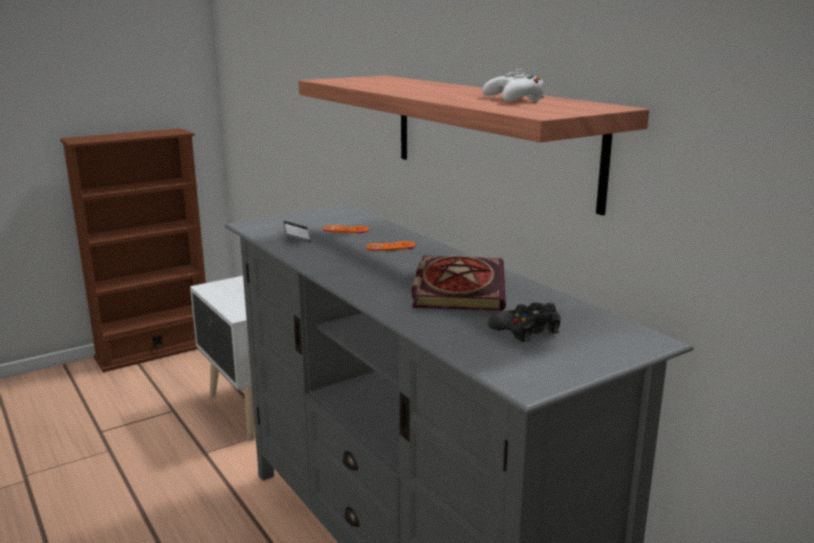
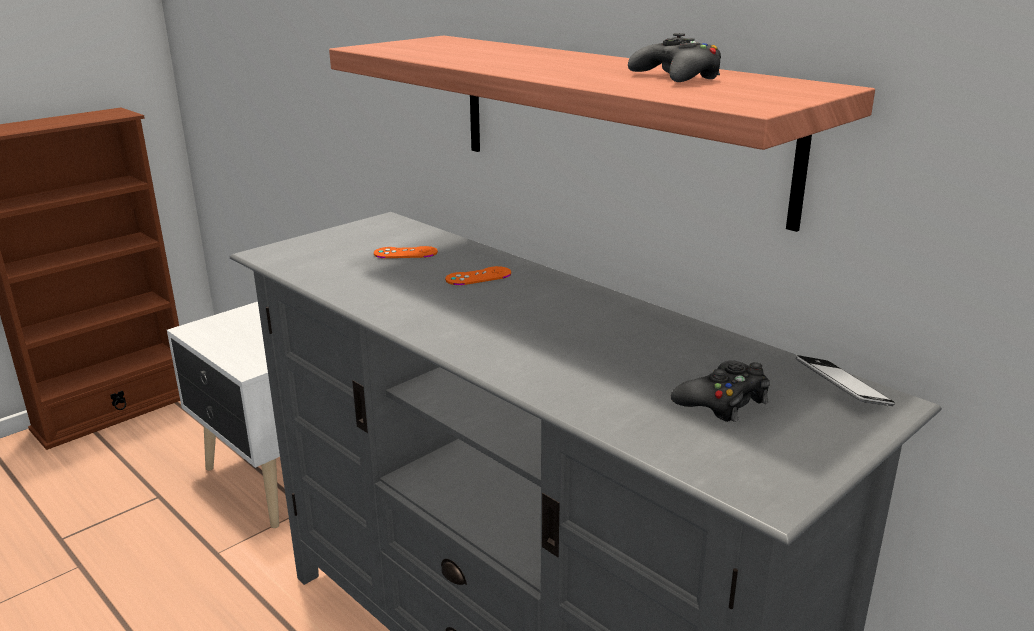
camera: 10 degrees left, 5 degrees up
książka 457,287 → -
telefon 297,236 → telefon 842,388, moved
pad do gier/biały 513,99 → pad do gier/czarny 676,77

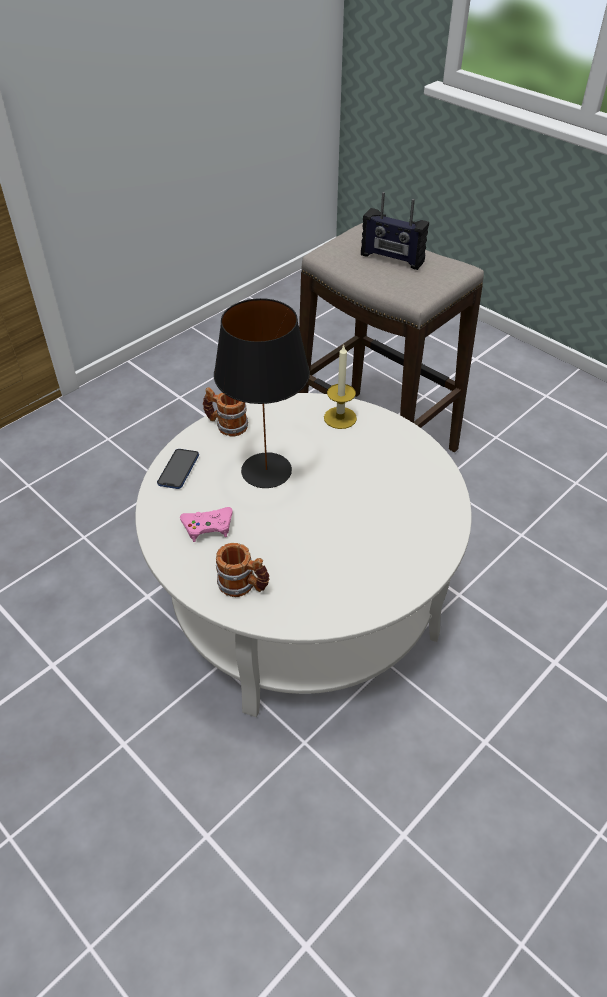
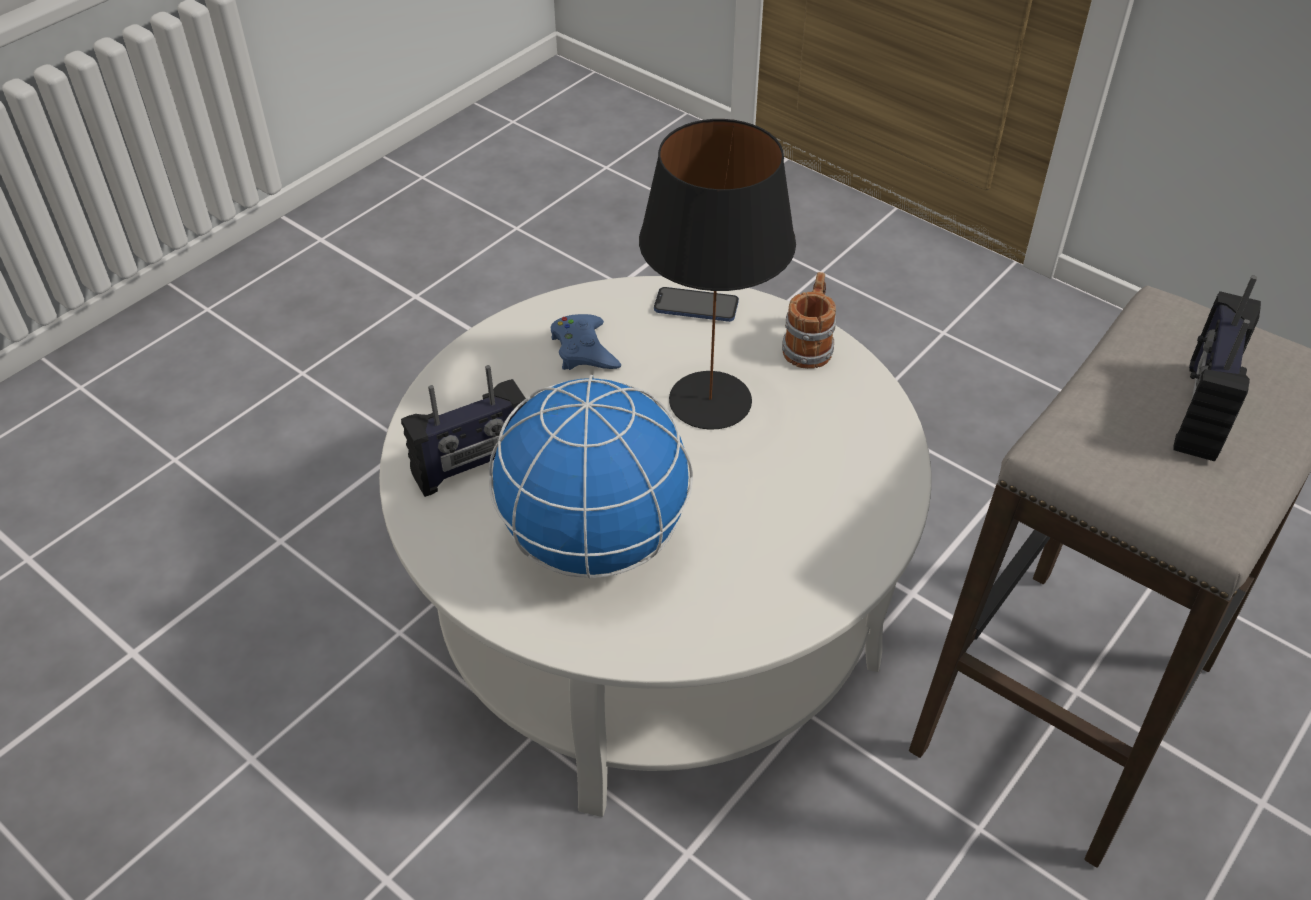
camera: 85 degrees right, 0 degrees up
kubek 243,585 → -
świeca 340,418 → -
- → radio 473,466
- → globus 593,541
pad do gier/różowy 208,526 → pad do gier/niebieski 584,350

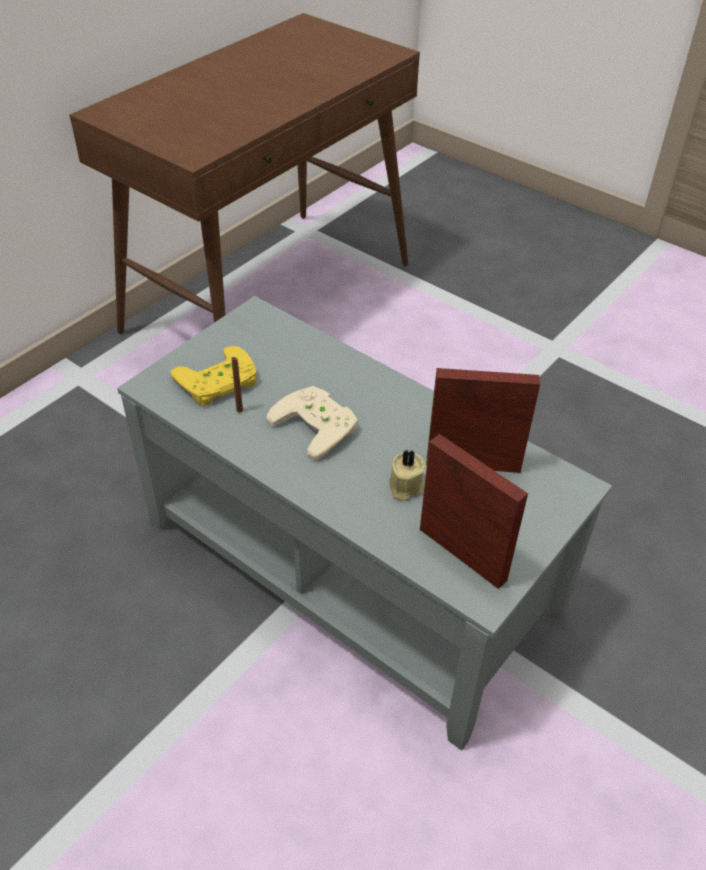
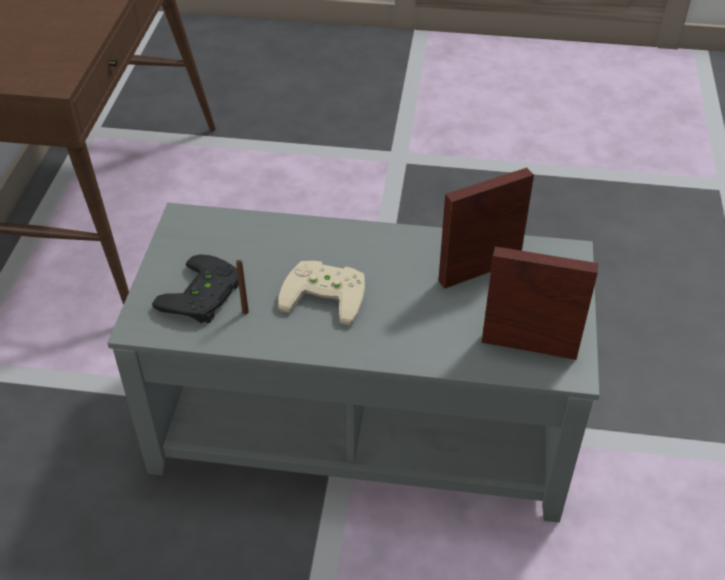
camera: 30 degrees left, 0 degrees up
świeca/beżowy 404,487 → -
pad do gier/żółty 218,383 → pad do gier/czarny 204,296

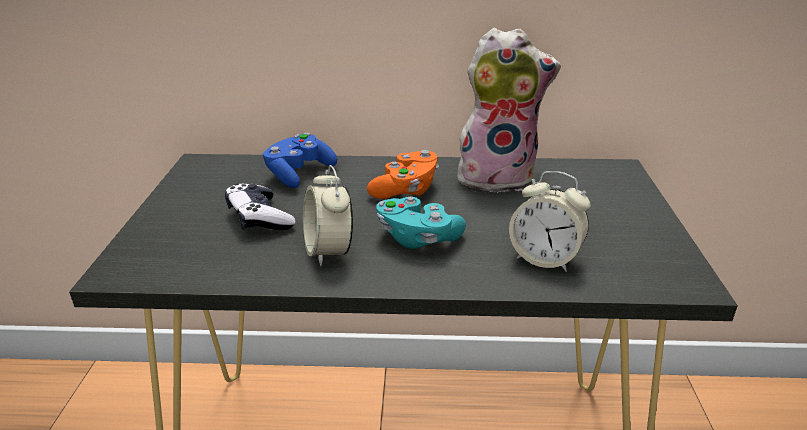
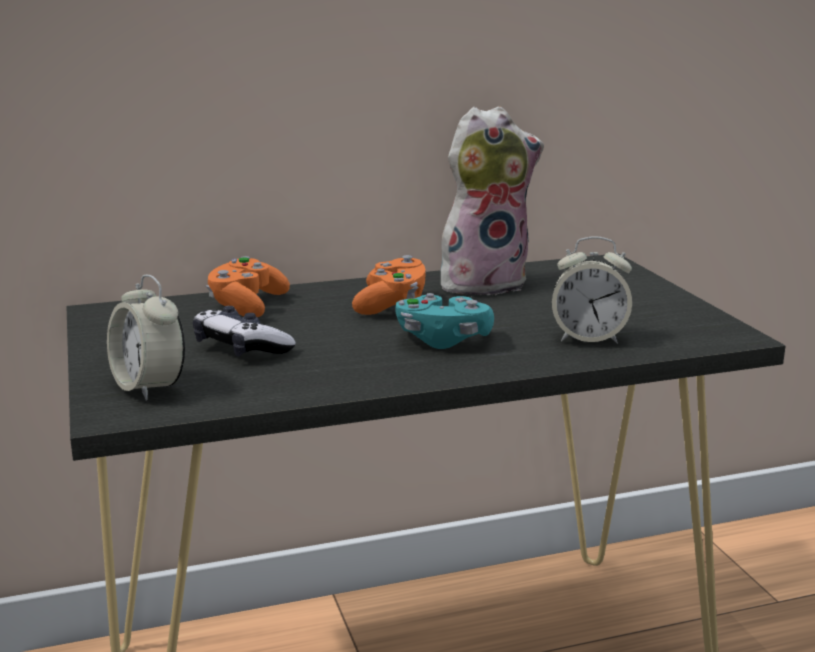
camera: 20 degrees left, 10 degrees down
budzik 329,251 → budzik 149,387, moved
pad do gier/niebieski 299,173 → pad do gier/pomarańczowy 246,306

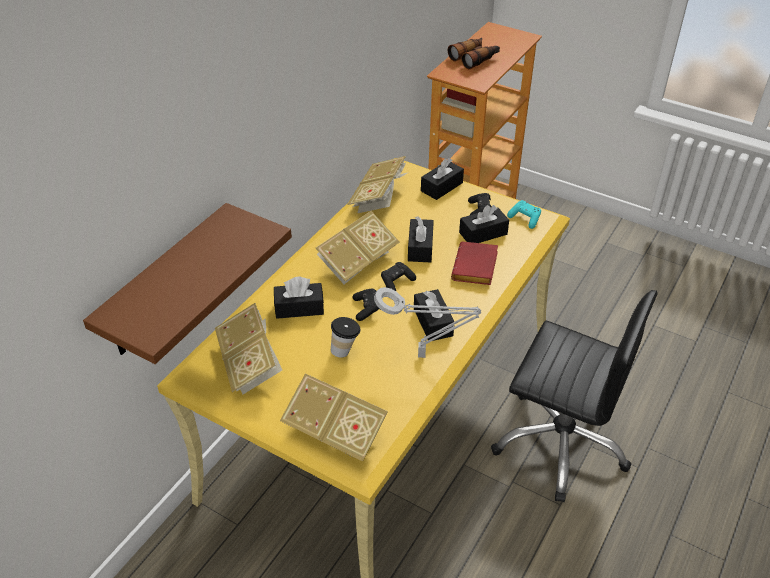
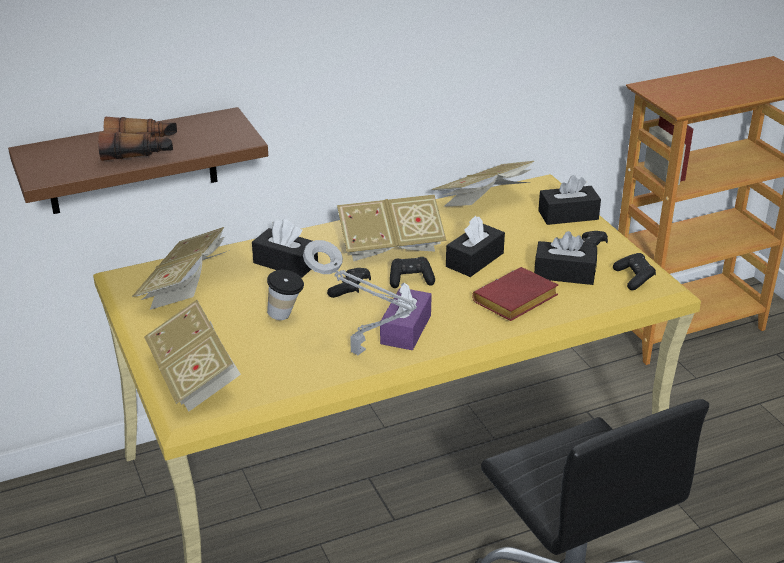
camera: 35 degrees right, 10 degrees down
lornetka 474,58 → lornetka 141,150, moved
pudełko chusteczek/czarny 433,322 → pudełko chusteczek/fioletowy 406,329
pad do gier/turkusowy 525,219 → pad do gier/czarny 634,278

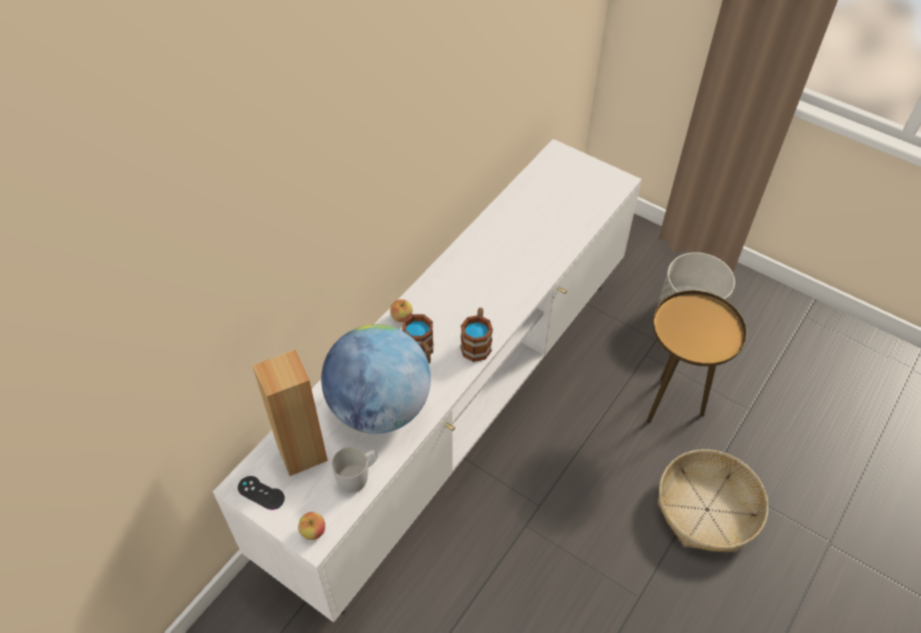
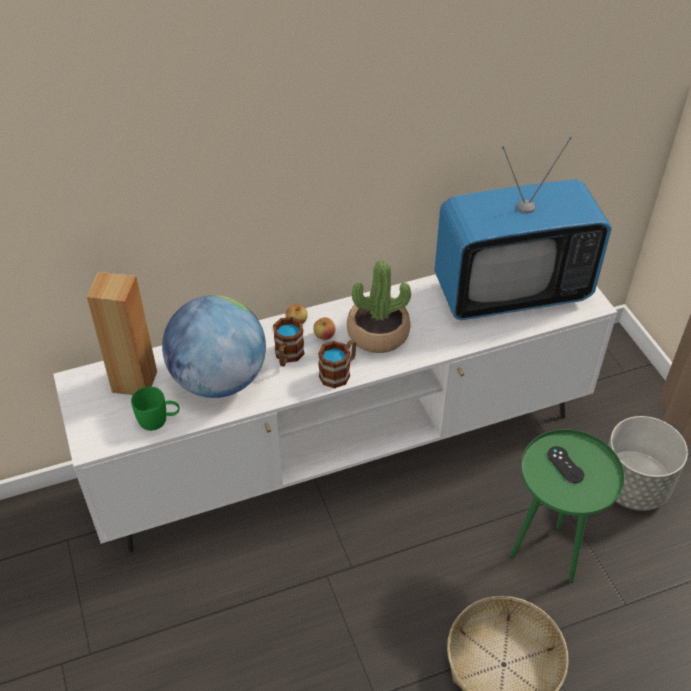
camera: 35 degrees right, 5 degrees down
- → roślina doniczkowa 378,333
- → telewizor 511,292
pad do gier/czarny 261,493 → pad do gier/czarny 565,465, moved
jabłko 313,531 → jabłko 324,336, moved
kubek/biały 358,476 → kubek/zielony 159,420
stolik/brązowy 671,404 → stolik/zielony 547,554

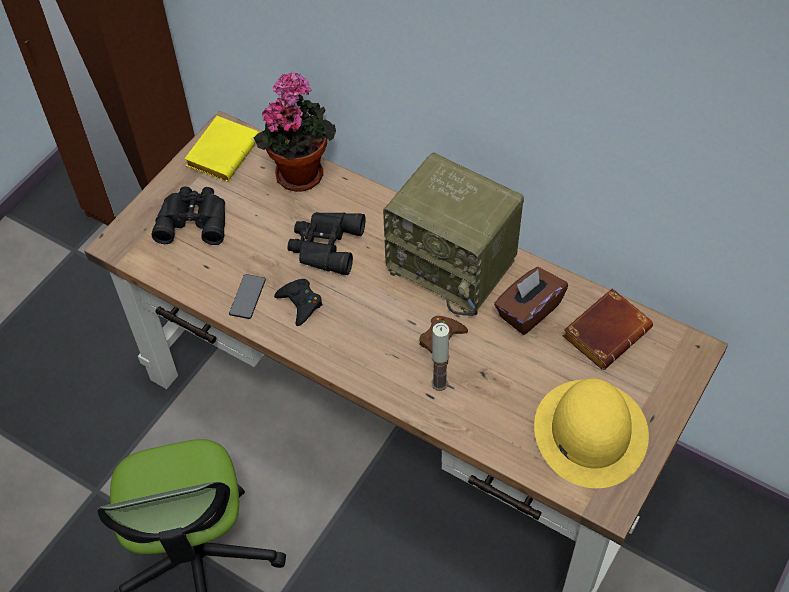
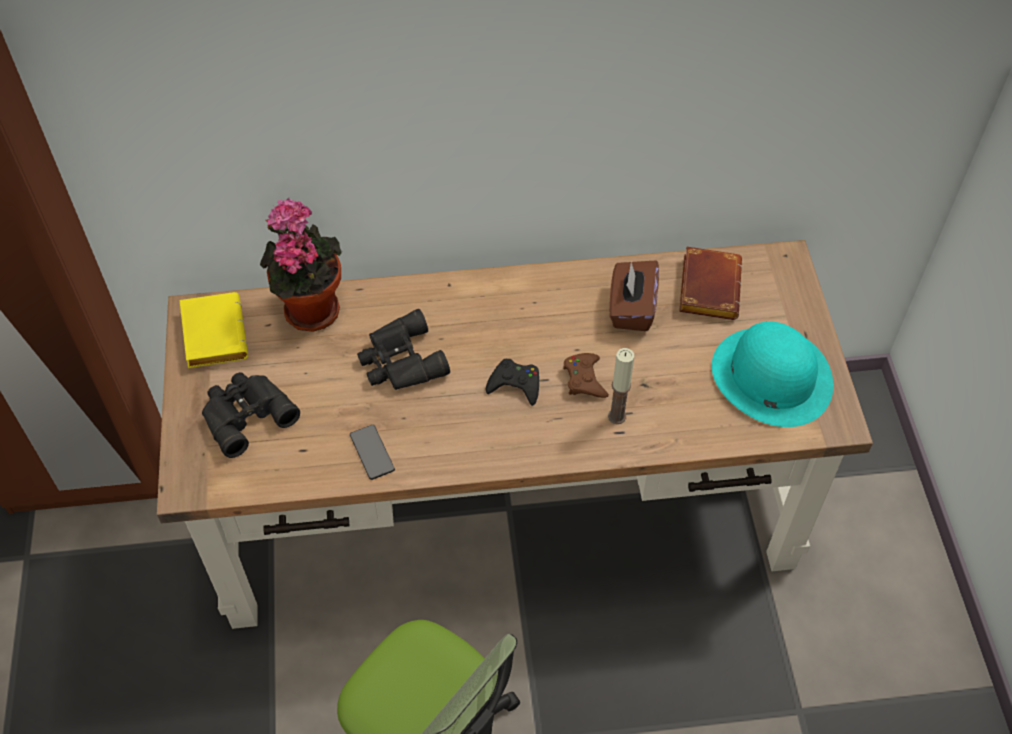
camera: 40 degrees left, 0 degrees up
radio 454,265 → -
pad do gier/czarny 300,303 → pad do gier/czarny 515,385, moved
kapelusz/żółty 590,431 → kapelusz/turkusowy 771,376

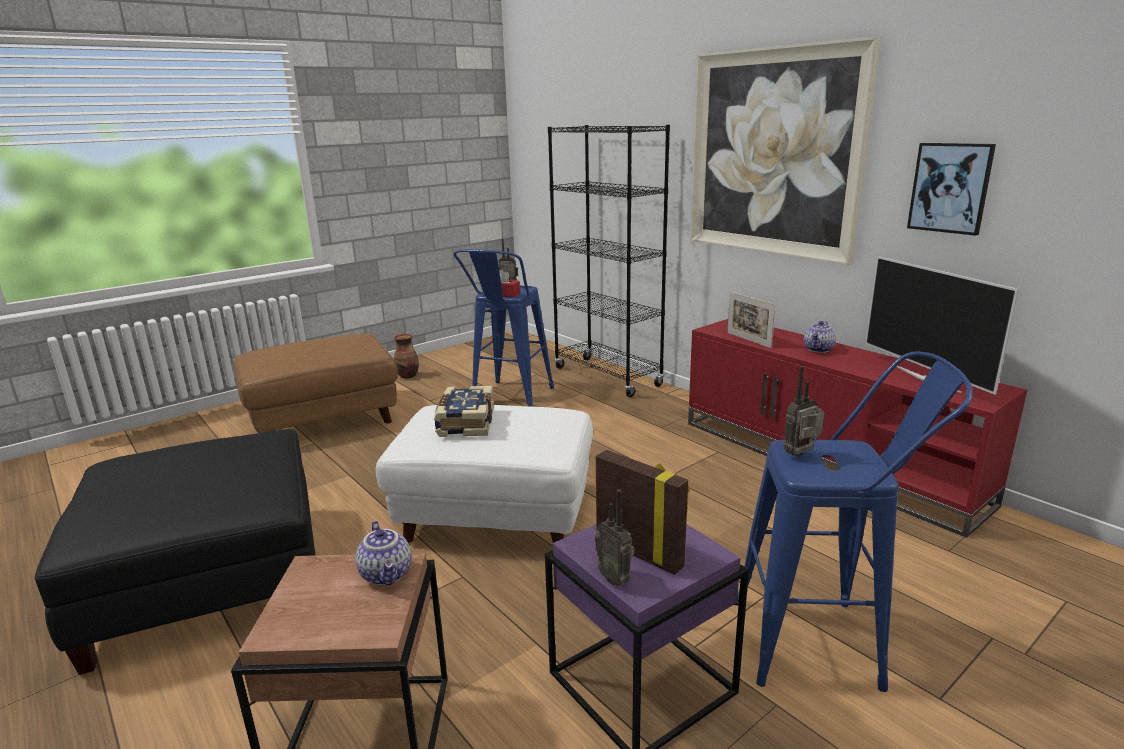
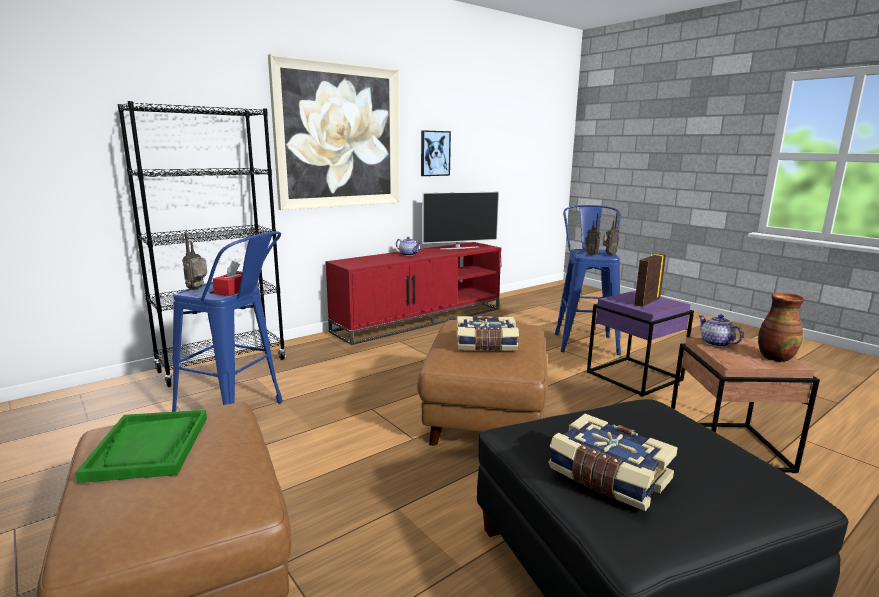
camera: 90 degrees left, 5 degrees down
ramka na zdjęcie 748,340 → -
- → taca/zielony 149,447
- → książka 608,477
wazon 408,376 → wazon 774,357, moved
radio 615,578 → radio 608,254, moved
pufa/biały 496,514 → pufa/brązowy 484,415
imbryk 387,574 → imbryk 715,343, 90 degrees counterclockwise

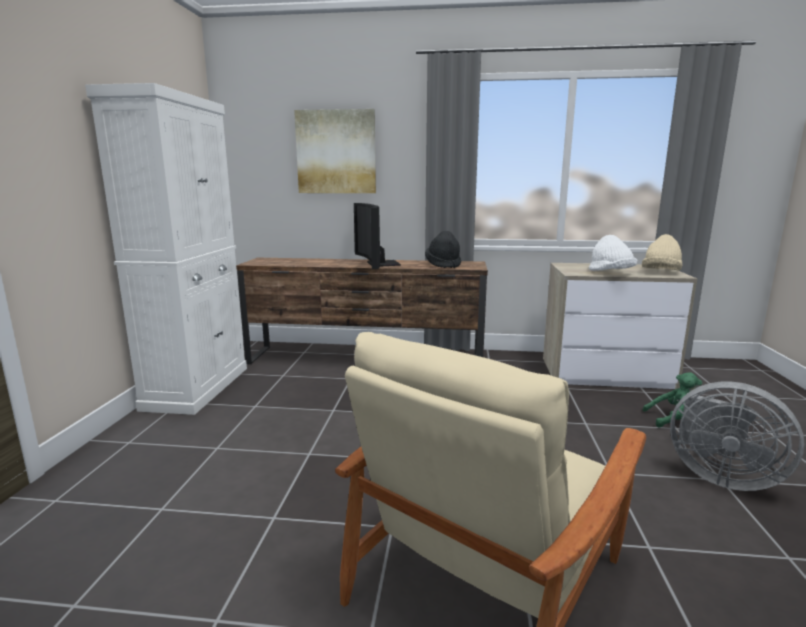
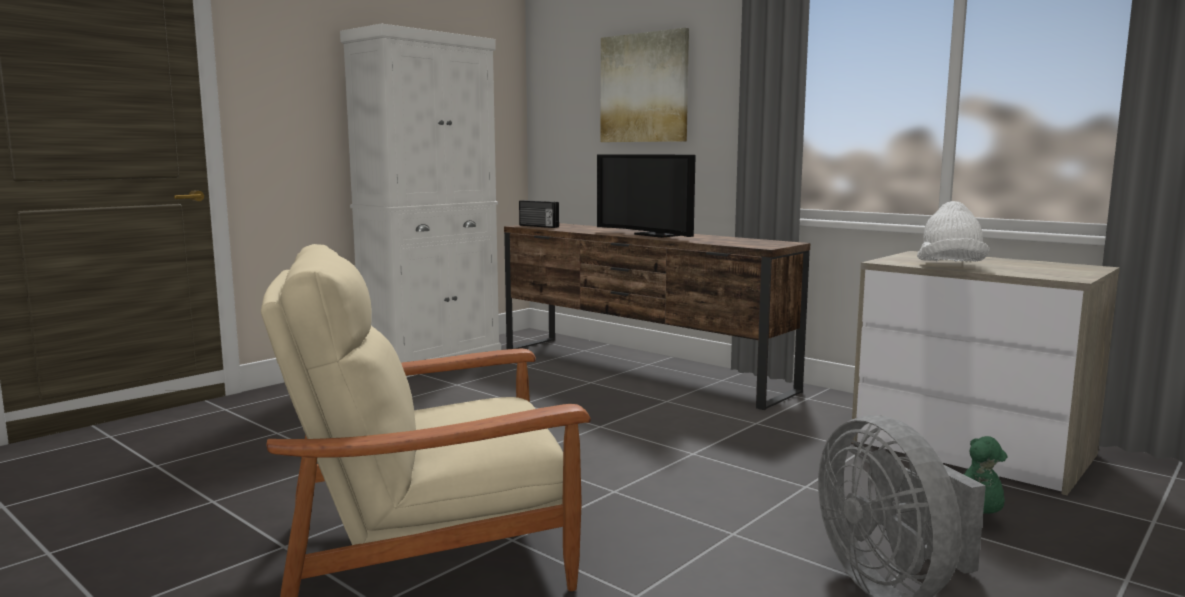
camera: 35 degrees right, 5 degrees down
kapelusz/czarny 443,265 → -
kapelusz/beżowy 660,272 → -
- → radio 538,226
telewizor 377,264 → telewizor 655,235, 60 degrees counterclockwise

